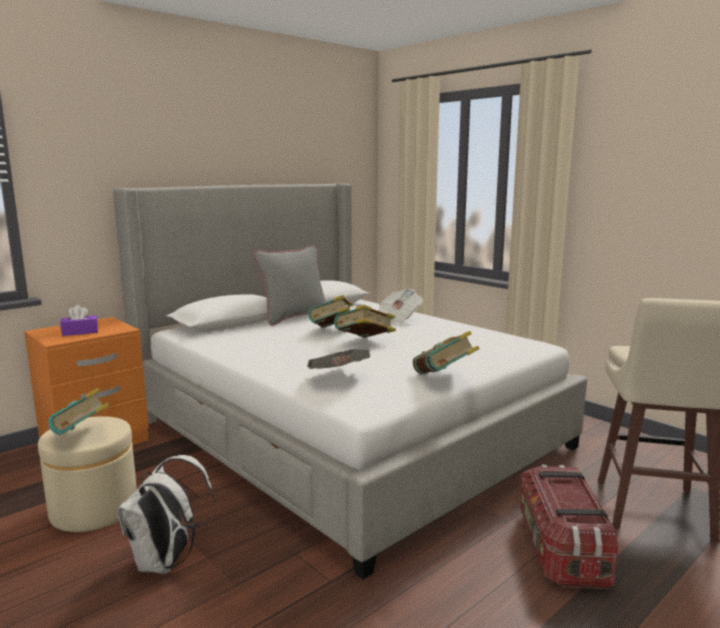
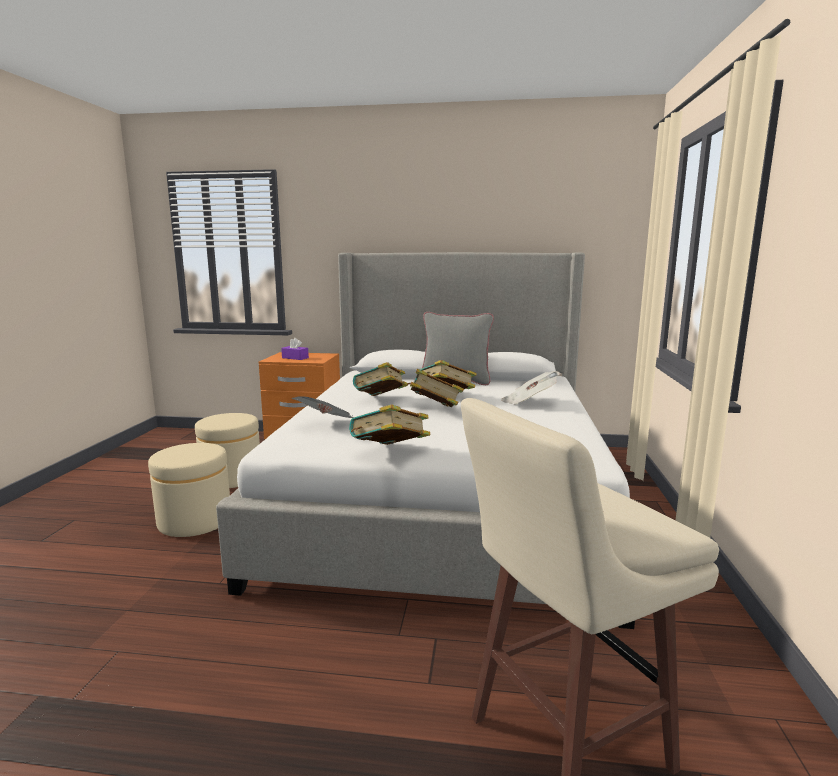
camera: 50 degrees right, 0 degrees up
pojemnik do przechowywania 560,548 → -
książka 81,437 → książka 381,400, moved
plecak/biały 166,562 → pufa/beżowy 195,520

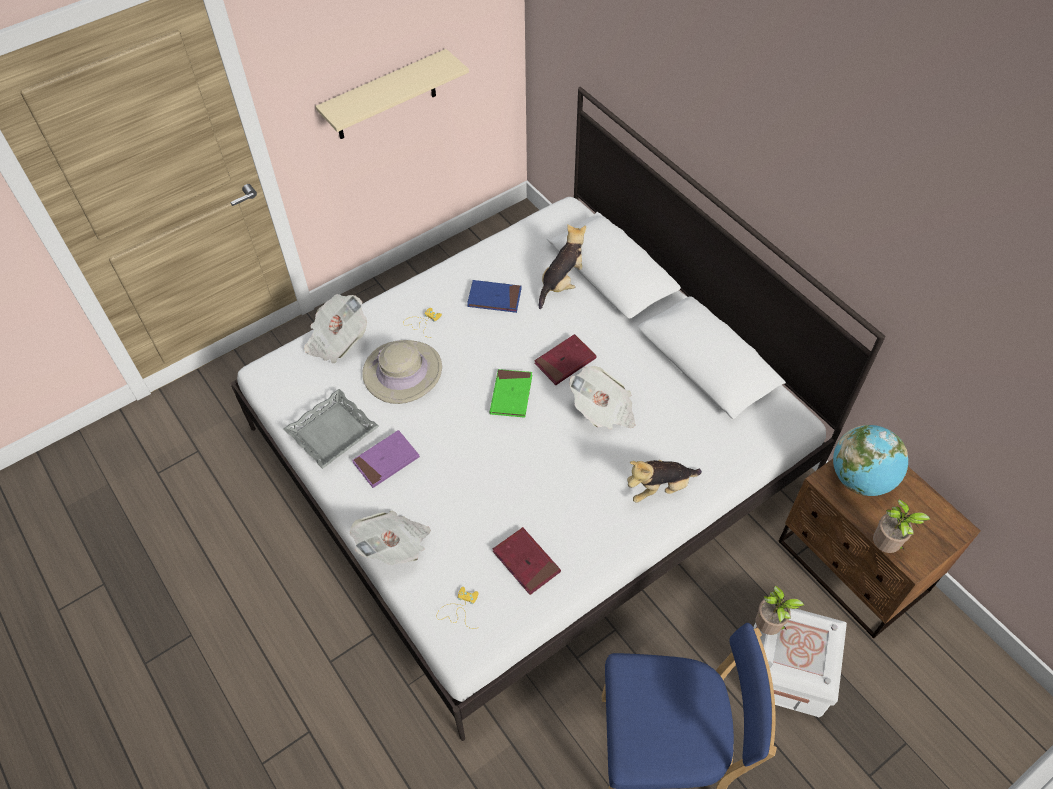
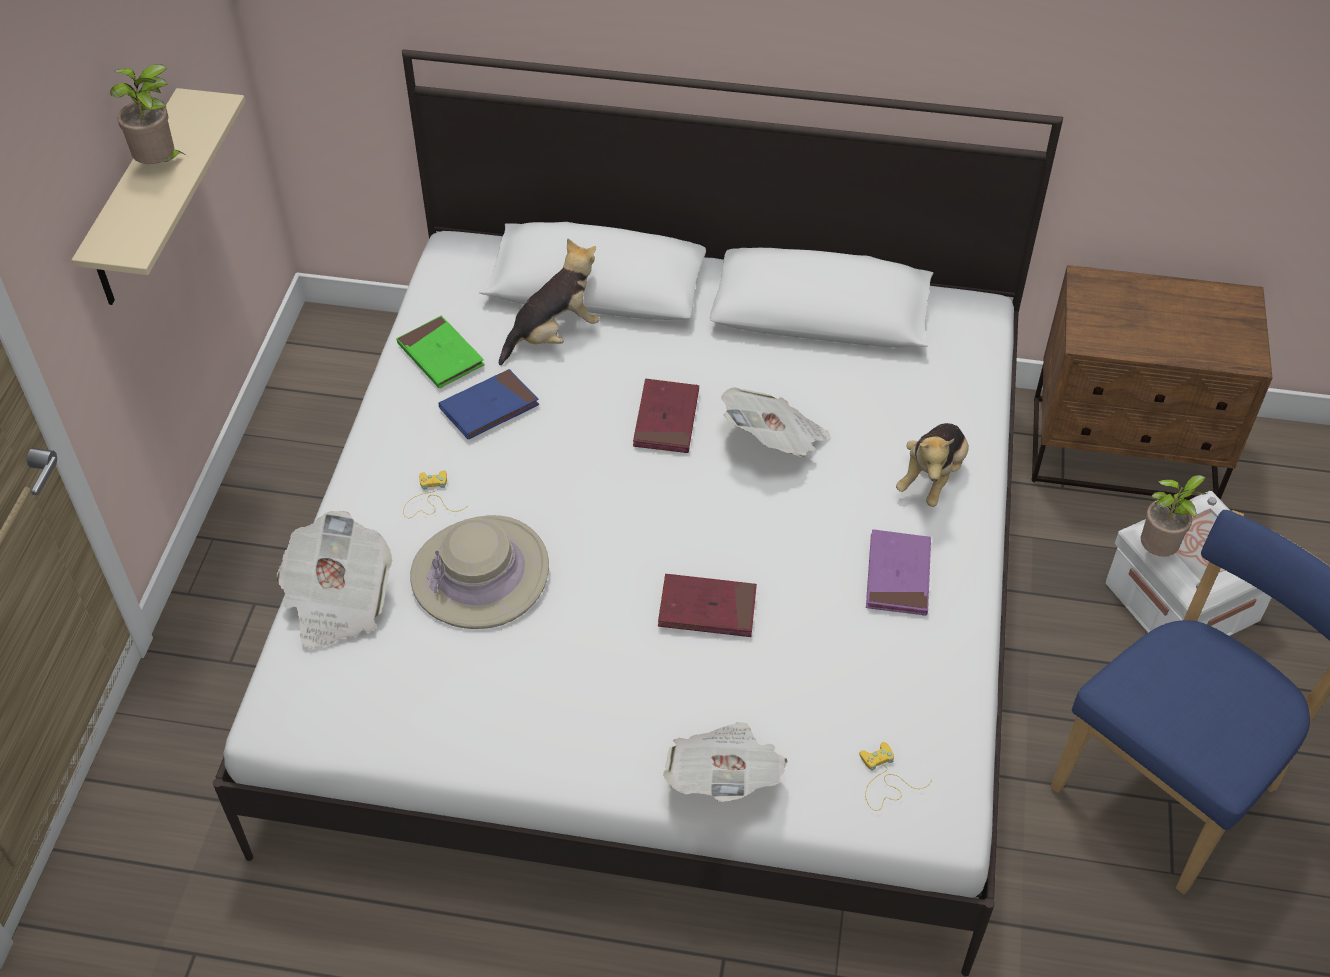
camera: 45 degrees left, 5 degrees down
taca/szary 332,432 → -
globus 860,478 → -
książka/fioletowy 386,460 → książka/fioletowy 898,576, moved
książka/zielony 511,395 → książka/zielony 440,355, moved
książka/czerwony 526,562 → książka/czerwony 707,608, moved
roślina doniczkowa 885,547 → roślina doniczkowa 161,165, moved
pluszak 562,283 → pluszak 554,335, 60 degrees clockwise

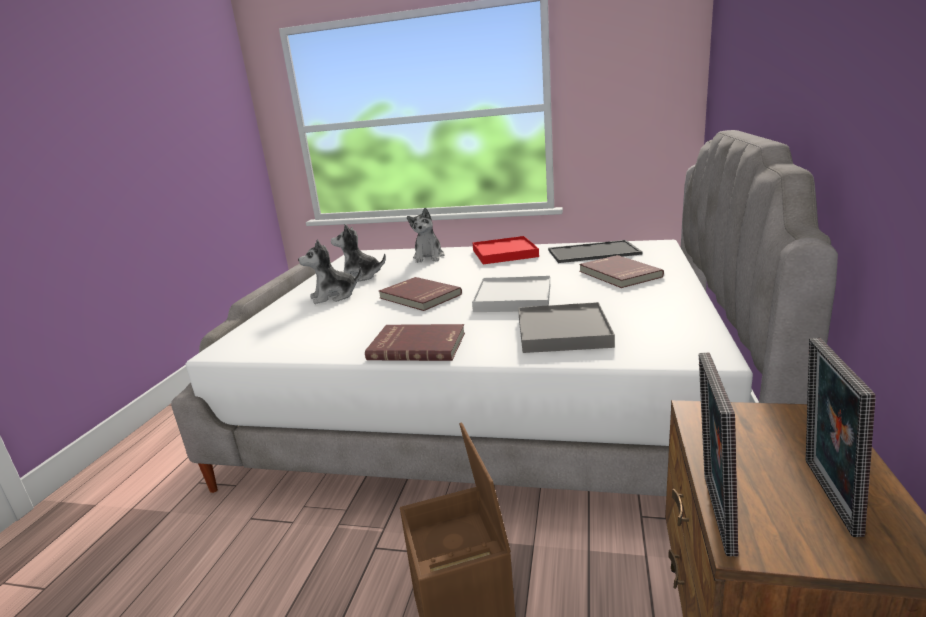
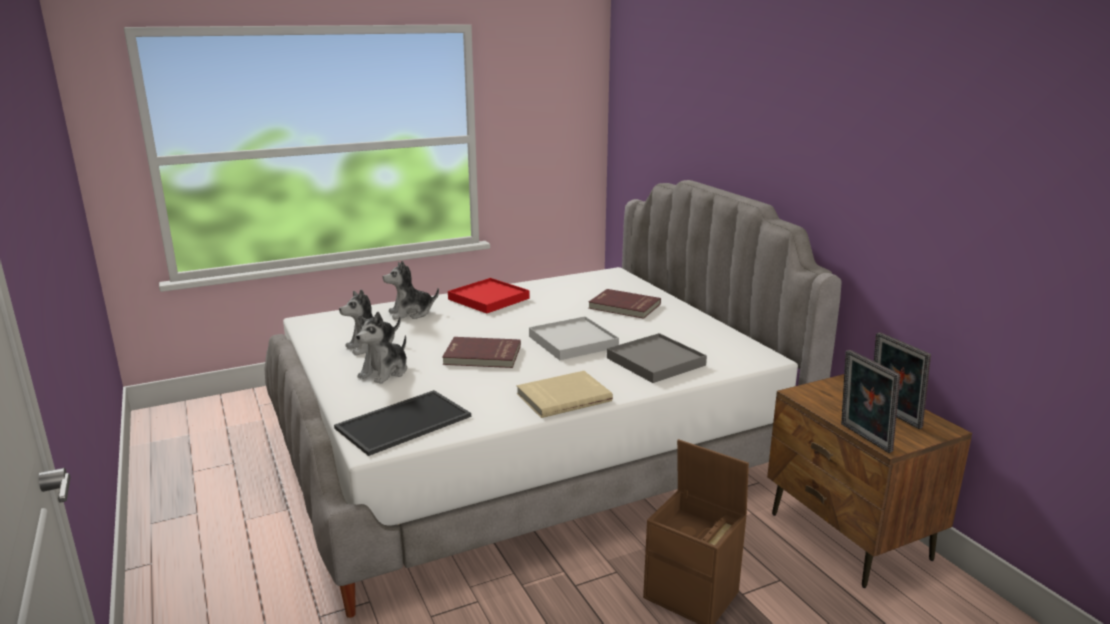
camera: 40 degrees left, 0 degrees up
taca 593,252 → taca 403,423, moved
książka/czerwony 417,345 → książka/beżowy 563,397
pluszak 429,257 → pluszak 411,313, 105 degrees clockwise

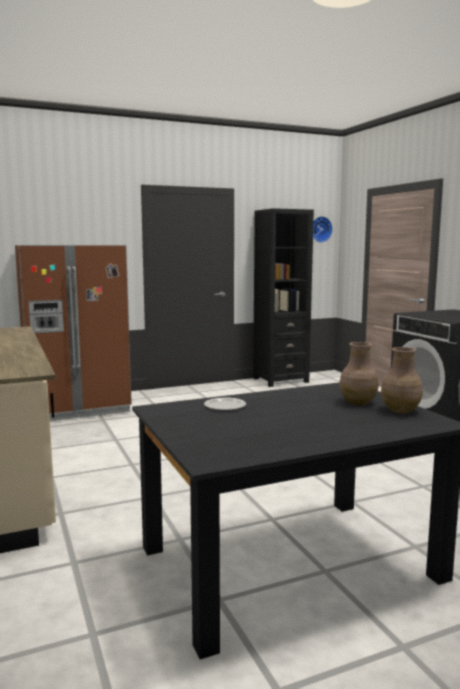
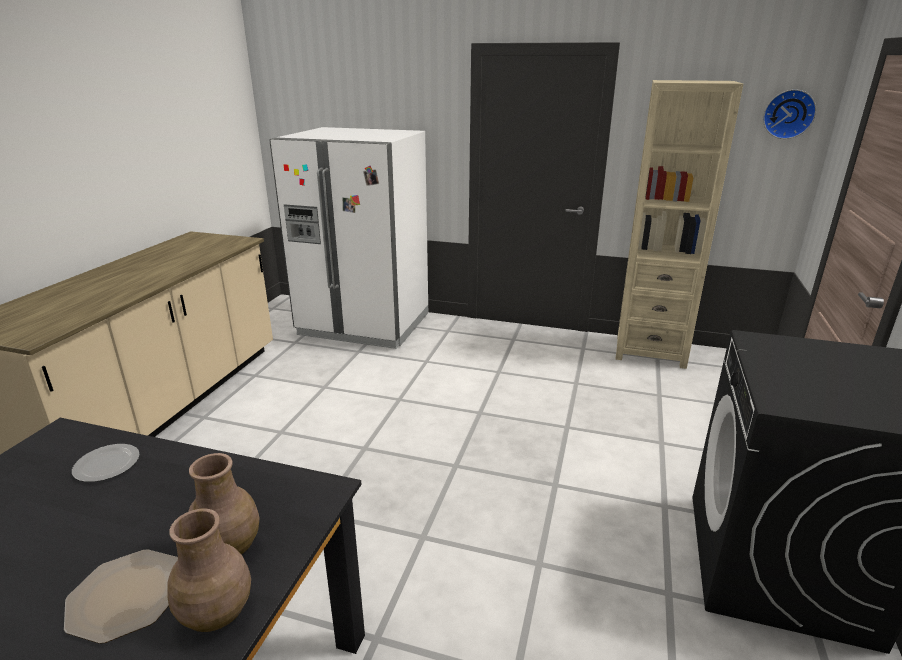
camera: 40 degrees right, 15 degrees up
- → talerz 126,594
lodówka/brązowy 77,408 → lodówka/biały 364,324
regał/czarny 280,380 → regał/beżowy 650,351

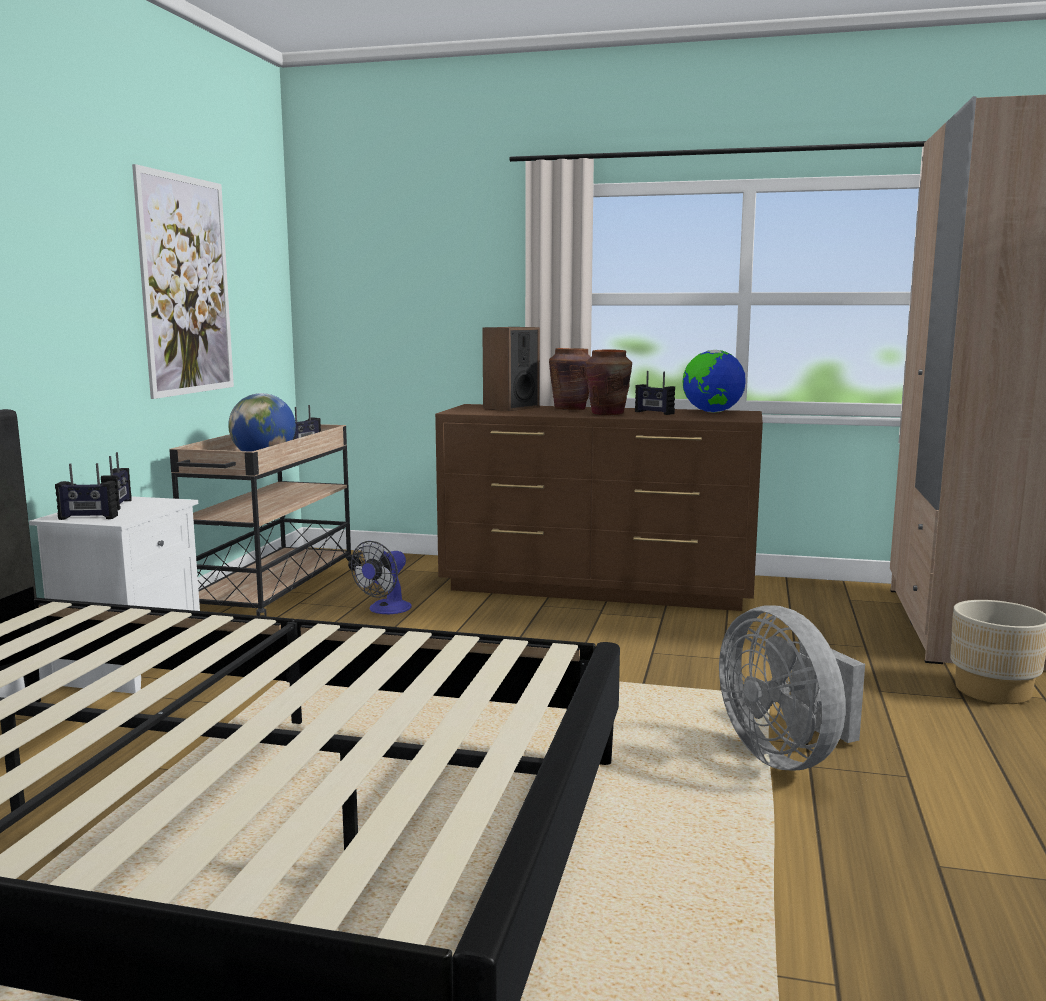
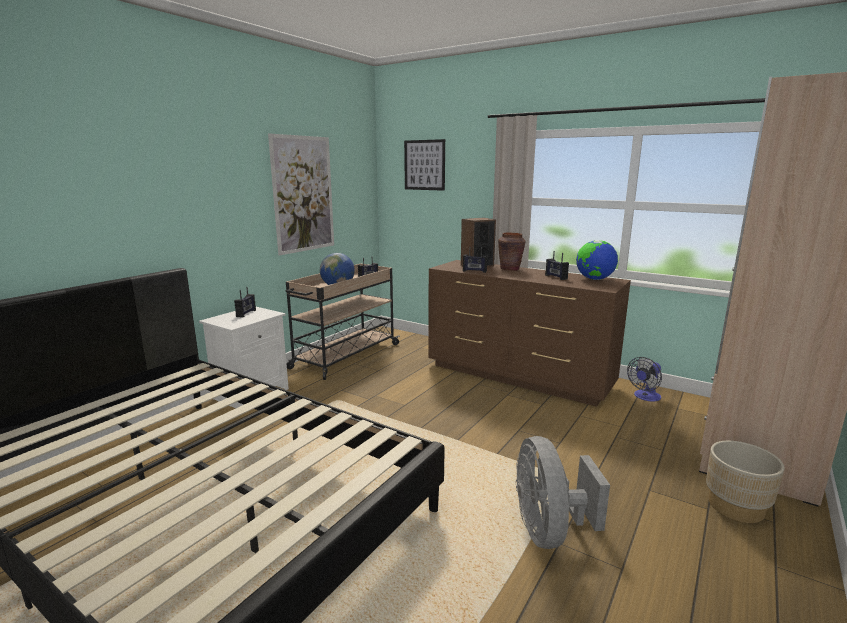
camera: 20 degrees right, 5 degrees up
wazon/brązowy 607,413 → -
- → obraz 424,165
radio 88,518 → radio 474,271, moved
wentylator 385,610 → wentylator 645,397, moved

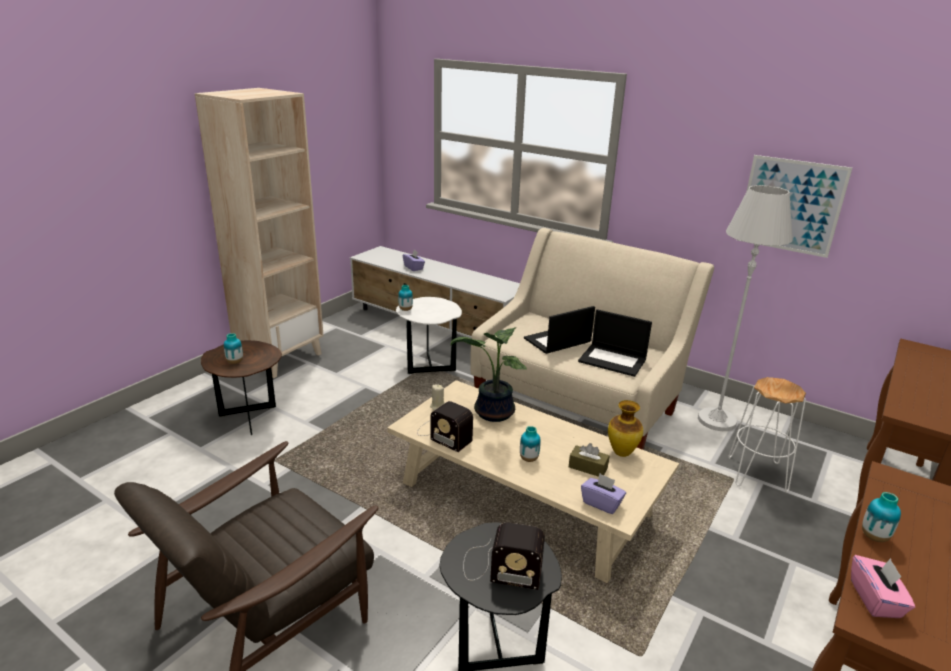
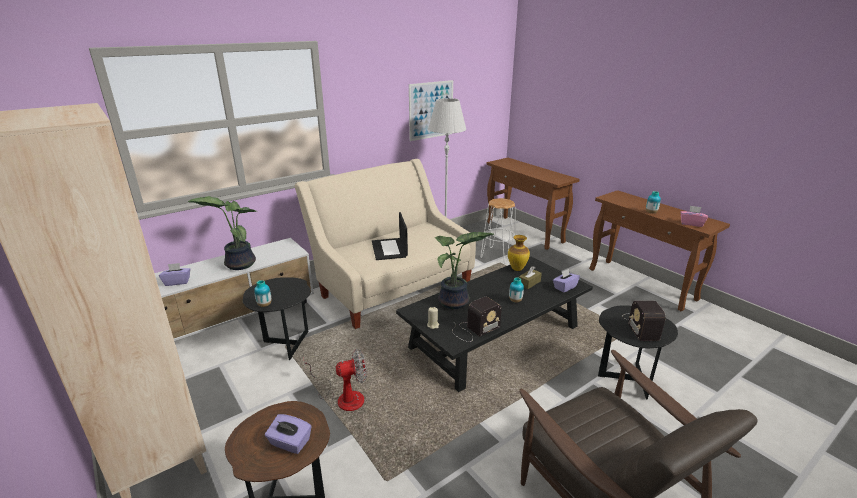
camera: 70 degrees left, 0 degrees up
laptop 613,360 → -
- → roślina doniczkowa 239,264
- → wentylator 343,397
wazon 235,362 → pudełko chusteczek/fioletowy 290,443
ława/beżowy 526,498 → ława/czarny 495,336
stolik/biały 429,365 → stolik/czarny 285,344
radio 499,567 → radio 641,325, 150 degrees clockwise

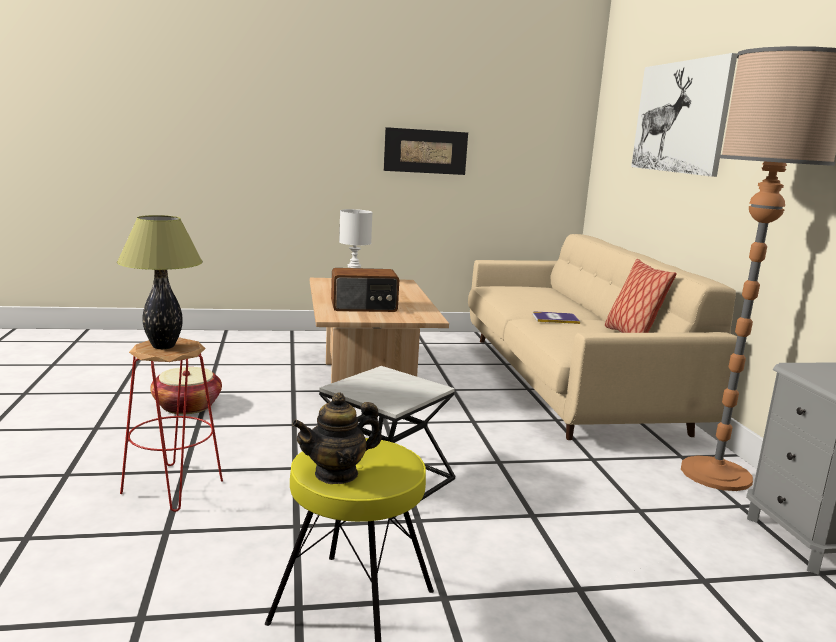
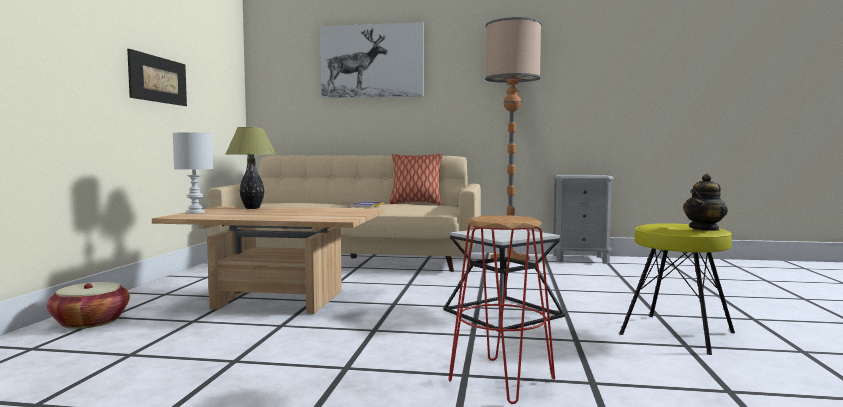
camera: 70 degrees left, 10 degrees down
radio 364,307 → -
lampa stołowa 164,346 → lampa stołowa 252,208, moved
koszyk 187,406 → koszyk 90,322, moved
imbryk 336,474 → imbryk 704,229, 60 degrees clockwise

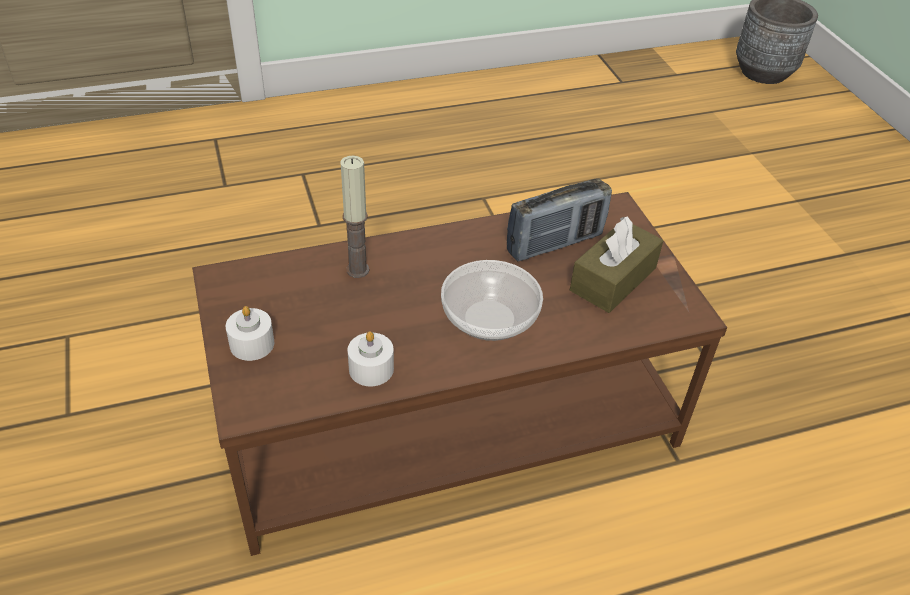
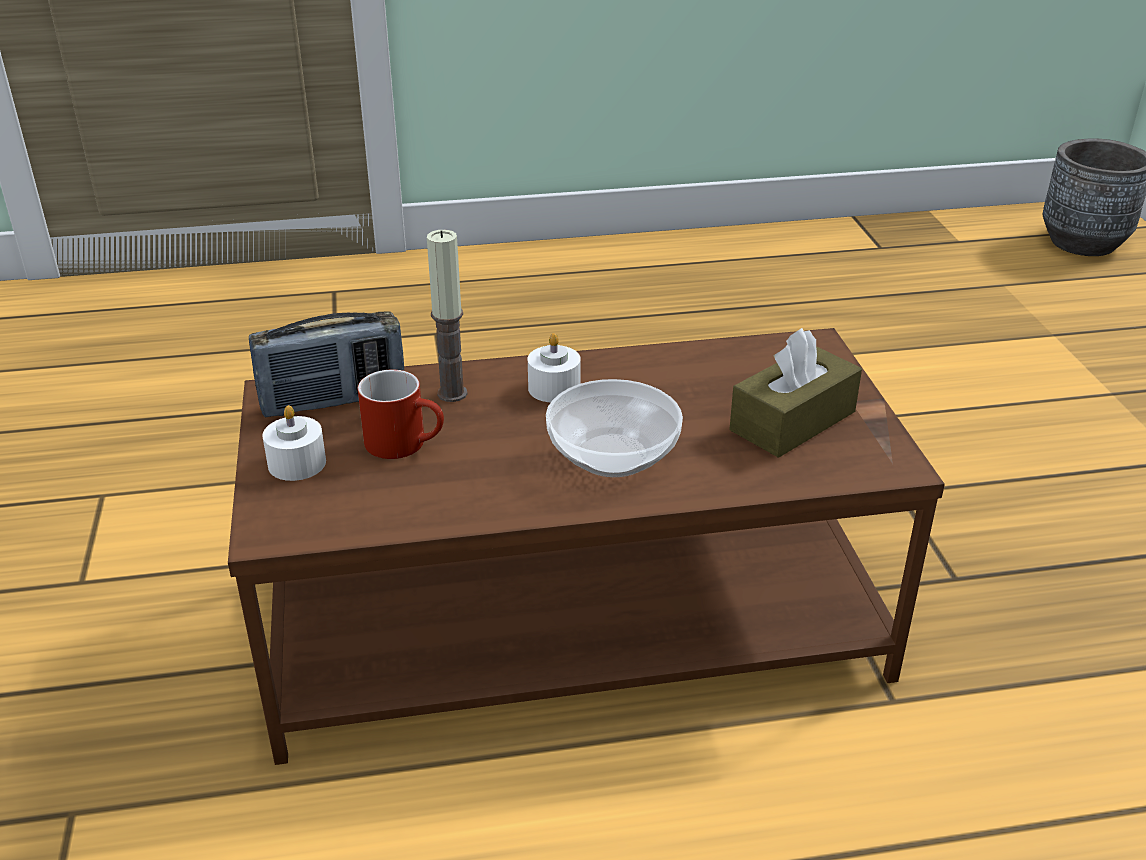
camera: 10 degrees right, 10 degrees down
- → kubek/czerwony 406,443
świeca/biały 371,369 → świeca/biały 554,388, moved
radio 555,243 → radio 333,400, moved

